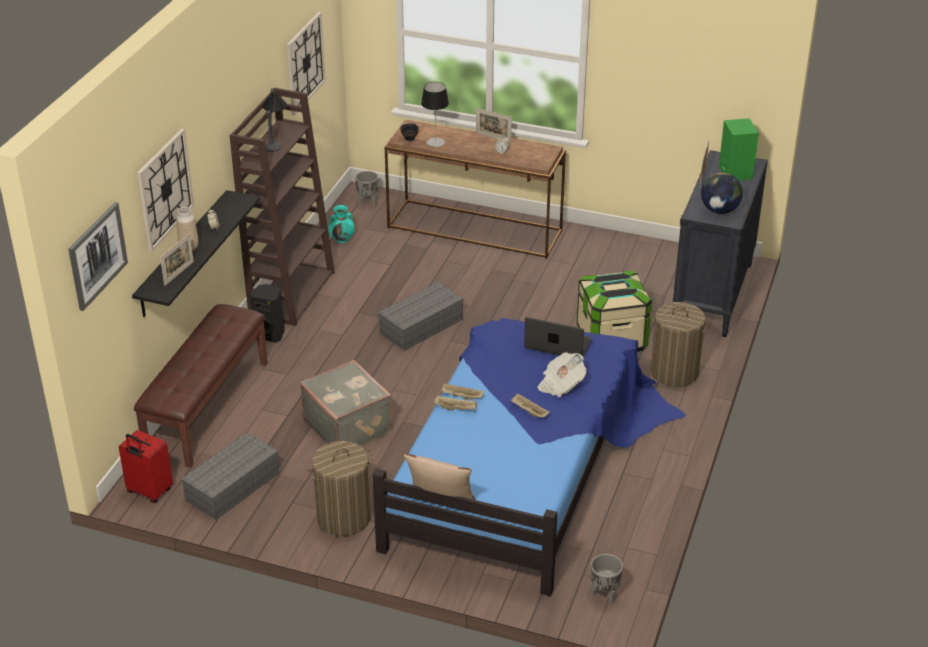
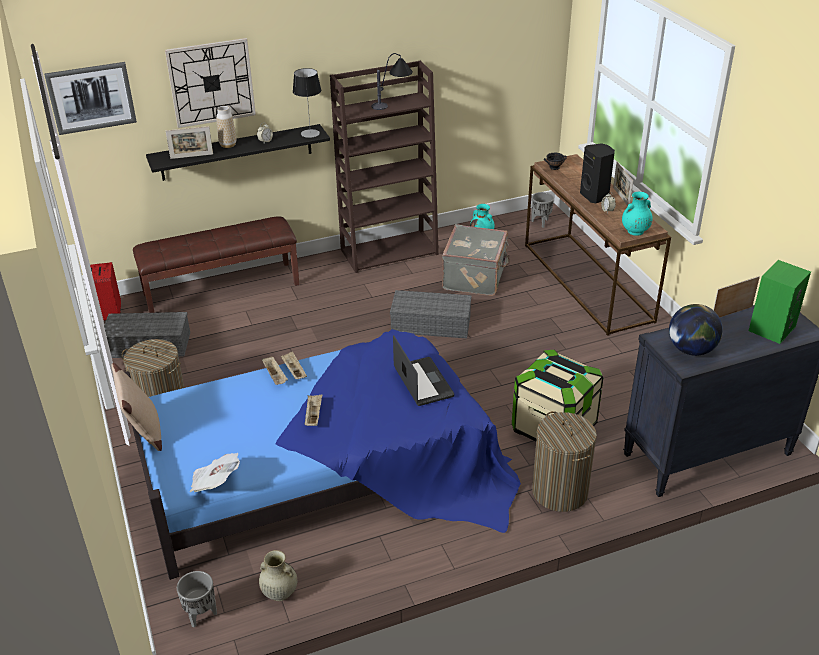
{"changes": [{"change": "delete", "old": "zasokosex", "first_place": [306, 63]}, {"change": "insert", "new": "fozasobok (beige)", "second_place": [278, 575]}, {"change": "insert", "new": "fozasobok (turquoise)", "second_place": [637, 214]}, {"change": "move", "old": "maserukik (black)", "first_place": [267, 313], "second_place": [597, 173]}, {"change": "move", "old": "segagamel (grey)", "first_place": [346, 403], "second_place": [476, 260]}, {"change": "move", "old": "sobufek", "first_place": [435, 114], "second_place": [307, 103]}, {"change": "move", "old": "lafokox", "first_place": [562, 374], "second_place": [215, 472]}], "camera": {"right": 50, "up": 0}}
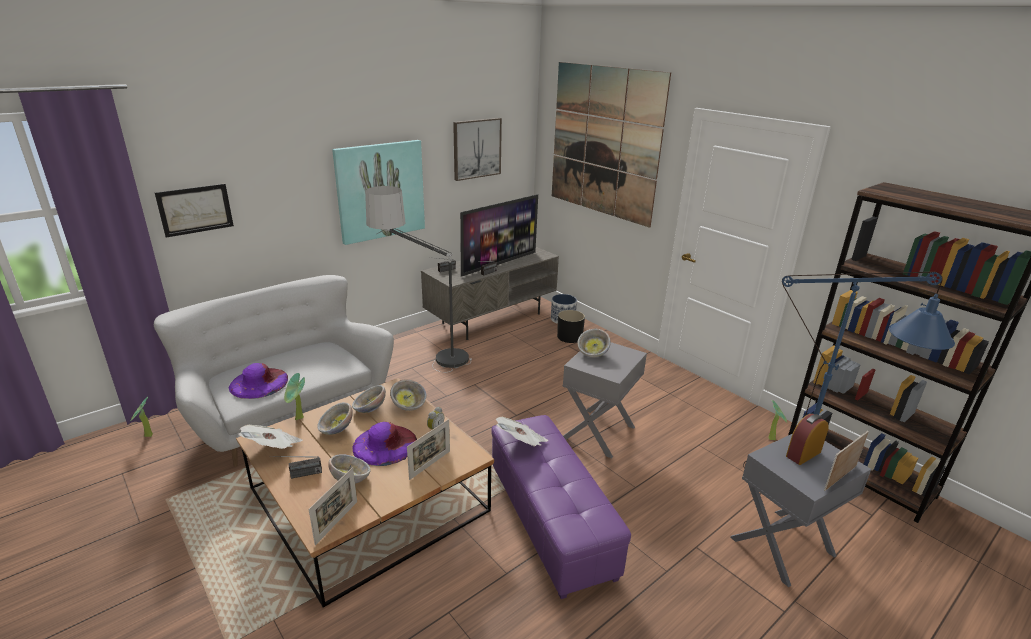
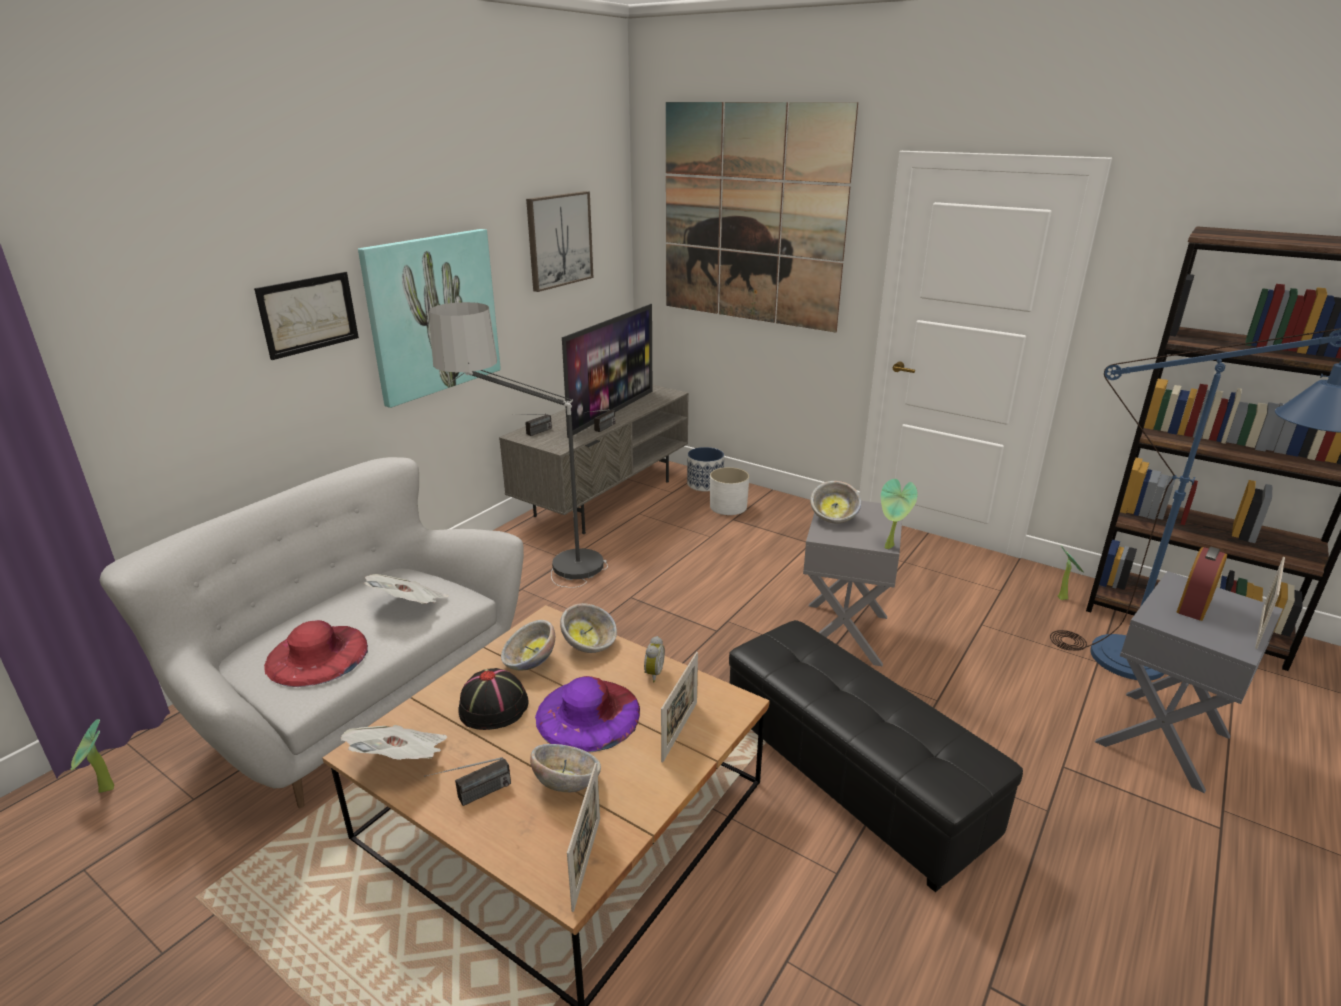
{"changes": [{"change": "move", "old": "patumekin", "first_place": [194, 211], "second_place": [306, 316]}, {"change": "move", "old": "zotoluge", "first_place": [294, 396], "second_place": [899, 514]}, {"change": "move", "old": "lafokox", "first_place": [522, 431], "second_place": [406, 589]}, {"change": "replace", "old": "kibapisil", "new": "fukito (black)", "first_place": [335, 418], "second_place": [493, 699]}, {"change": "recolor", "old": "fukito (purple)", "new": "fukito (red)", "first_place": [258, 381], "second_place": [316, 653]}, {"change": "recolor", "old": "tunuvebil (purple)", "new": "tunuvebil (black)", "first_place": [561, 507], "second_place": [876, 756]}, {"change": "recolor", "old": "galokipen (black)", "new": "galokipen (white)", "first_place": [571, 326], "second_place": [729, 491]}], "camera": {"right": -15, "up": 0}}
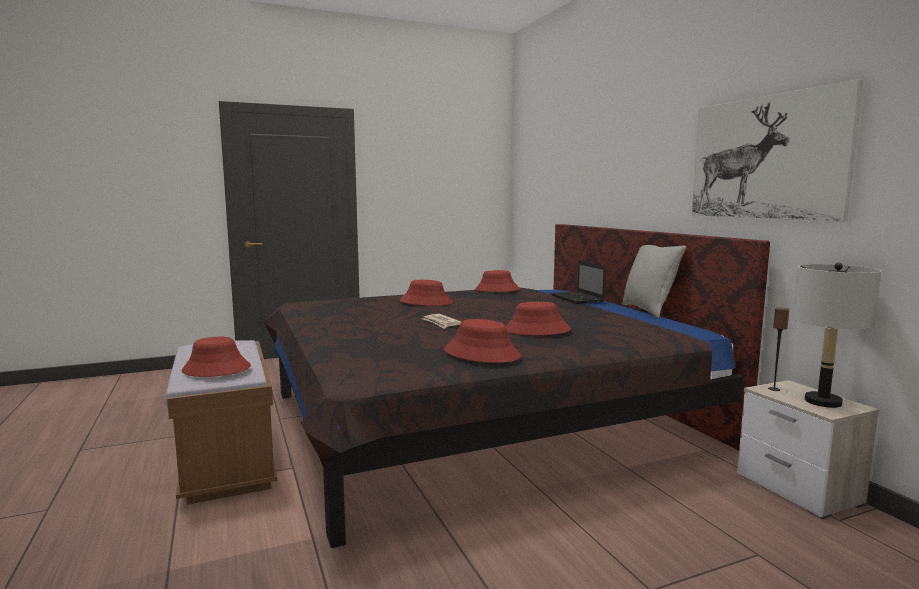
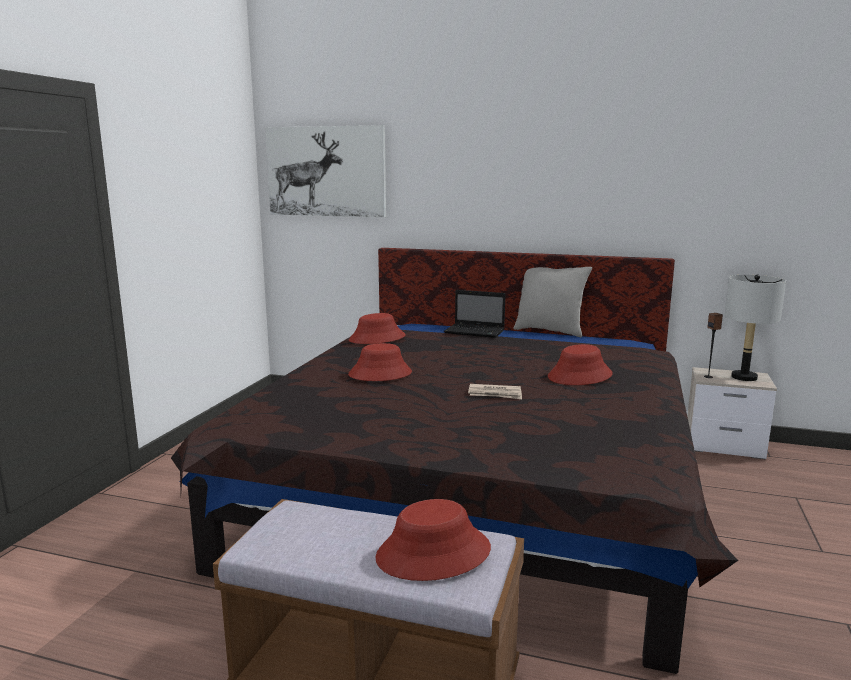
{"changes": [{"change": "delete", "old": "fukito (red)", "first_place": [482, 341]}, {"change": "move", "old": "patumekin", "first_place": [777, 150], "second_place": [325, 171]}], "camera": {"right": -50, "up": 5}}
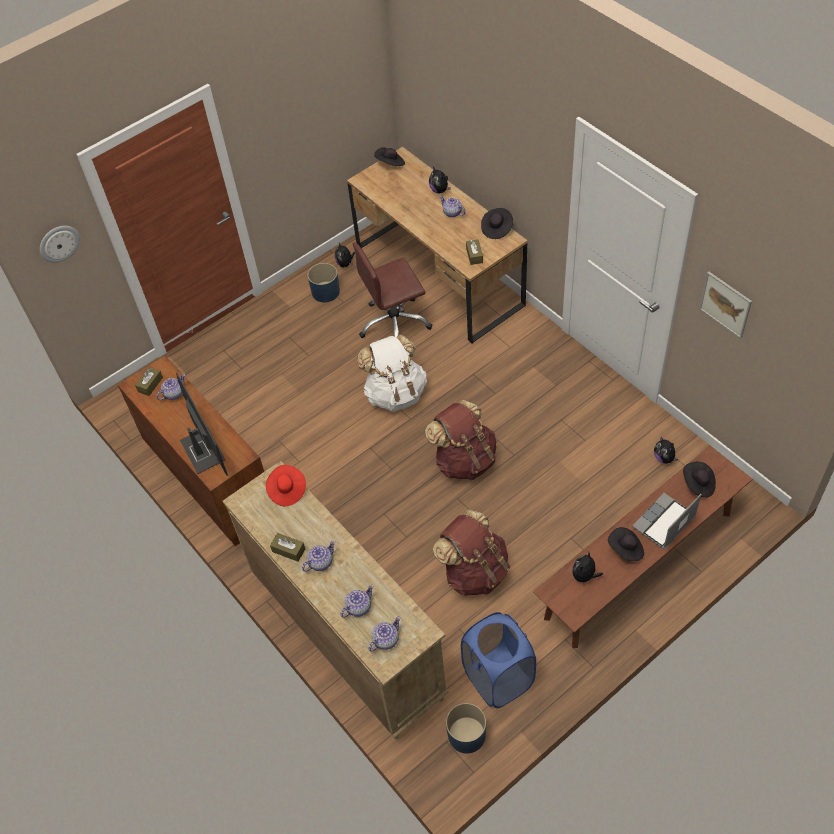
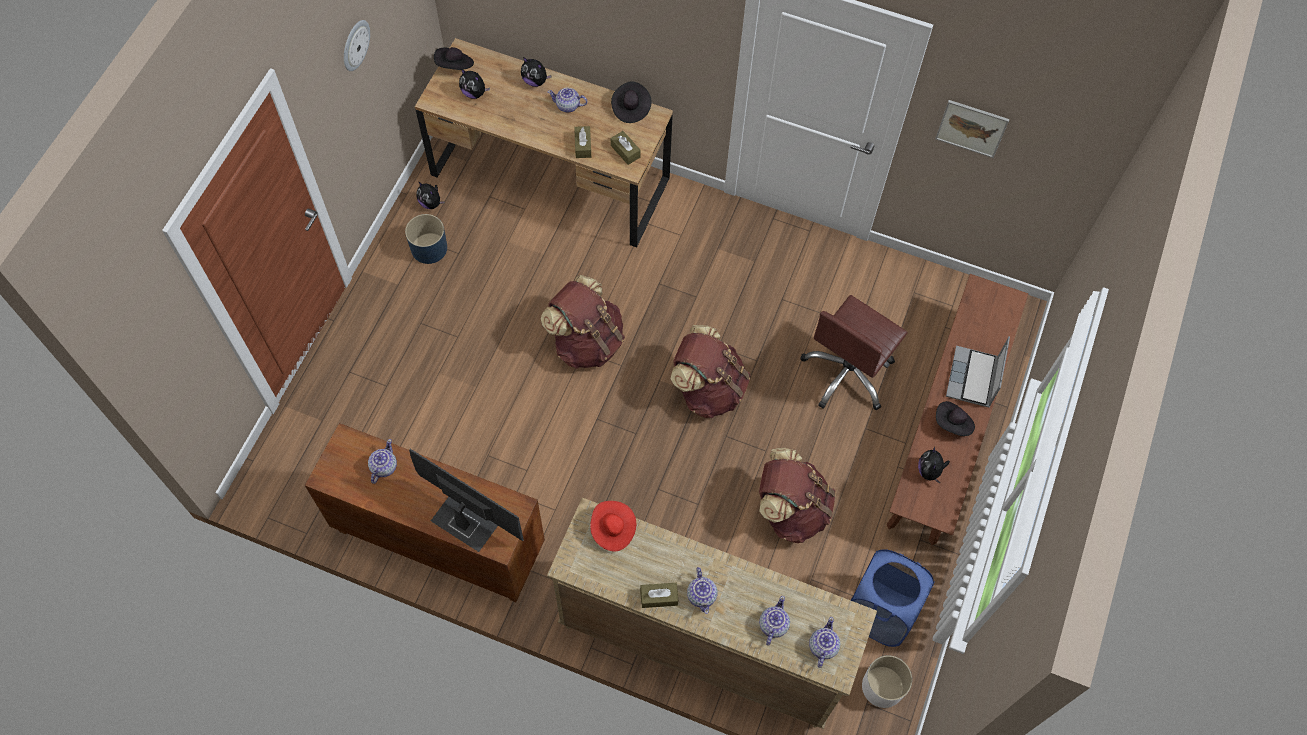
{"changes": [{"change": "delete", "old": "fukito (black)", "first_place": [699, 480]}, {"change": "move", "old": "zasokosex", "first_place": [60, 244], "second_place": [357, 45]}, {"change": "move", "old": "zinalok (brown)", "first_place": [149, 381], "second_place": [582, 142]}, {"change": "move", "old": "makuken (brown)", "first_place": [392, 290], "second_place": [854, 352]}, {"change": "move", "old": "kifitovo", "first_place": [666, 450], "second_place": [474, 84]}, {"change": "recolor", "old": "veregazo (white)", "new": "veregazo (brown)", "first_place": [392, 373], "second_place": [583, 322]}, {"change": "recolor", "old": "galokipen (blue)", "new": "galokipen (white)", "first_place": [466, 728], "second_place": [887, 681]}, {"change": "rotate", "old": "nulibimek", "first_place": [318, 556], "second_place": [702, 590], "degrees": 150}], "camera": {"right": -35, "up": 10}}
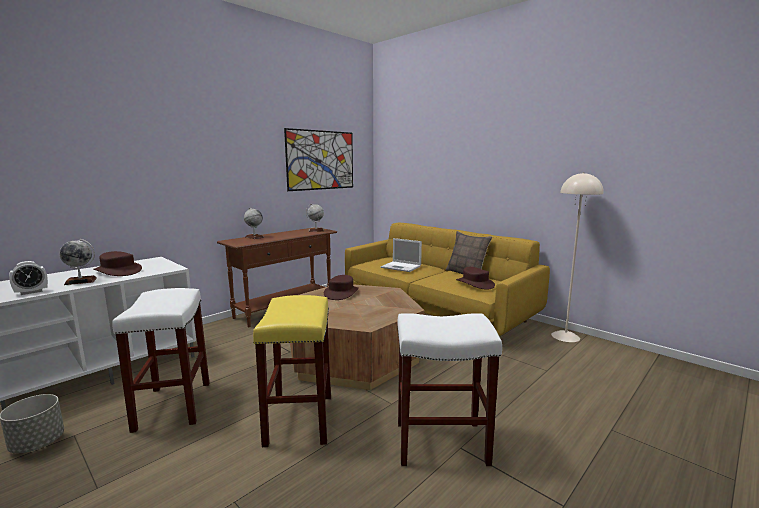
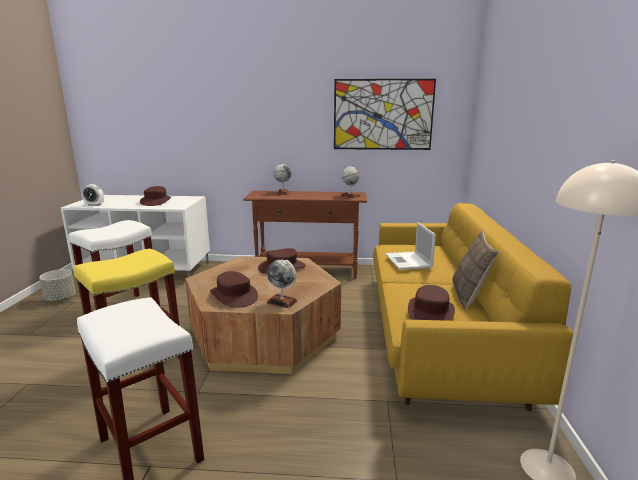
{"changes": [{"change": "insert", "new": "fukito (brown)", "second_place": [234, 289]}, {"change": "move", "old": "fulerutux", "first_place": [78, 262], "second_place": [282, 284]}], "camera": {"right": 50, "up": 5}}
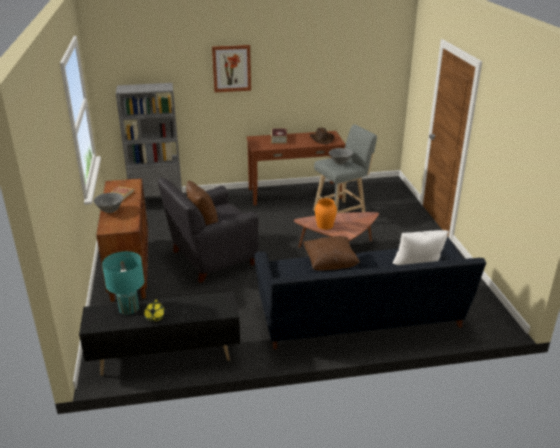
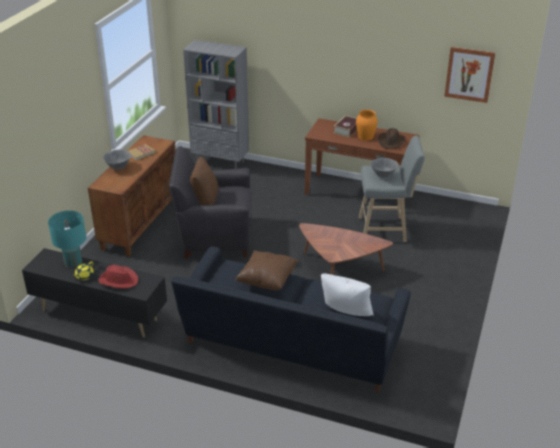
{"changes": [{"change": "insert", "new": "fukito (red)", "second_place": [118, 277]}, {"change": "move", "old": "patumekin", "first_place": [231, 68], "second_place": [469, 75]}, {"change": "move", "old": "fozasobok (orange)", "first_place": [326, 214], "second_place": [367, 125]}], "camera": {"right": 30, "up": 5}}
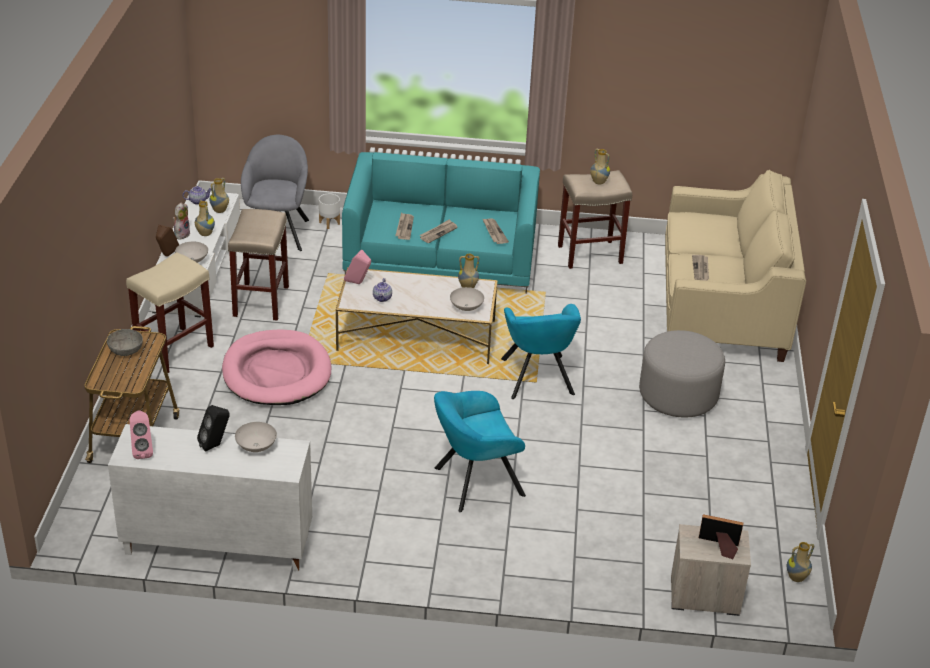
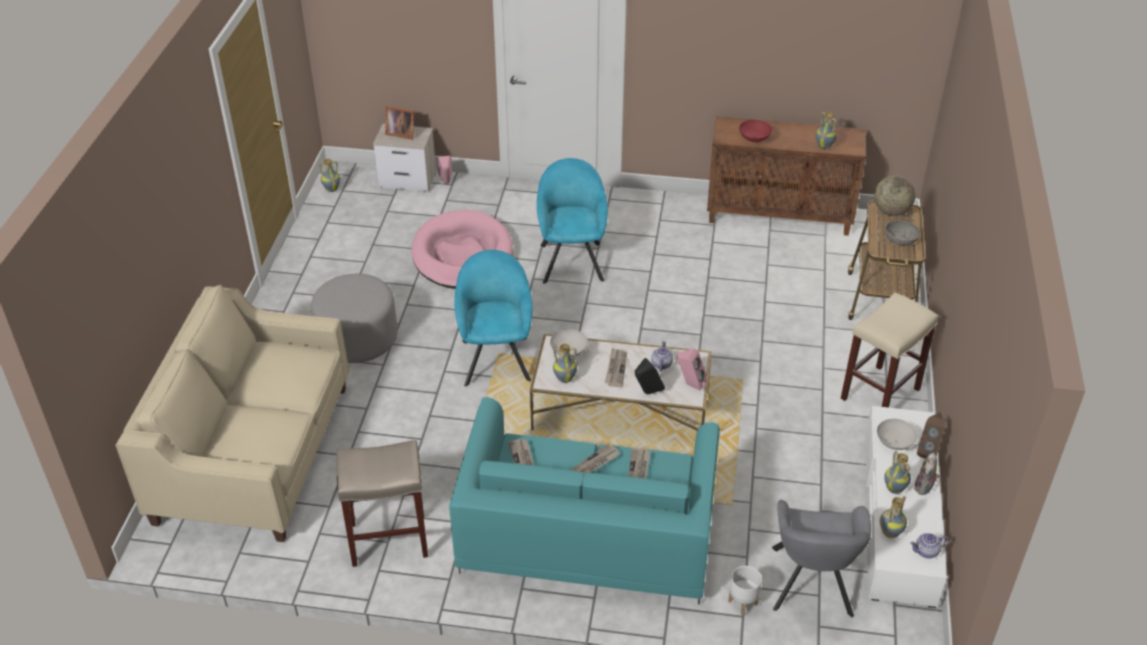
{"changes": [{"change": "delete", "old": "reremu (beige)", "first_place": [258, 265]}, {"change": "insert", "new": "fulerutux", "second_place": [894, 195]}, {"change": "move", "old": "maserukik (pink)", "first_place": [141, 434], "second_place": [444, 170]}, {"change": "move", "old": "maserukik (black)", "first_place": [213, 428], "second_place": [650, 376]}, {"change": "move", "old": "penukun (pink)", "first_place": [277, 367], "second_place": [462, 249]}, {"change": "move", "old": "fozasobok", "first_place": [600, 167], "second_place": [826, 130]}, {"change": "move", "old": "lafokox", "first_place": [700, 268], "second_place": [616, 367]}, {"change": "recolor", "old": "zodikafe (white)", "new": "zodikafe (brown)", "first_place": [210, 497], "second_place": [786, 176]}, {"change": "recolor", "old": "kibapisil (white)", "new": "kibapisil (red)", "first_place": [256, 437], "second_place": [755, 131]}, {"change": "rotate", "old": "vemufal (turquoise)", "first_place": [480, 451], "second_place": [572, 221], "degrees": -75}], "camera": {"right": -175, "up": 5}}
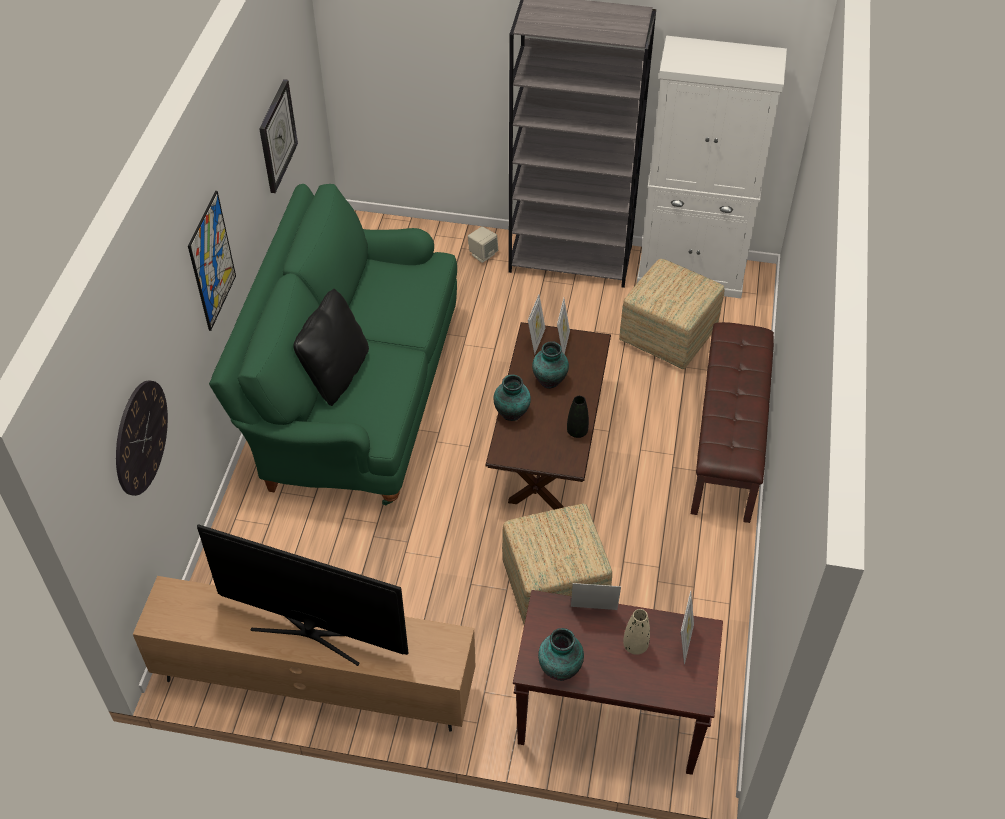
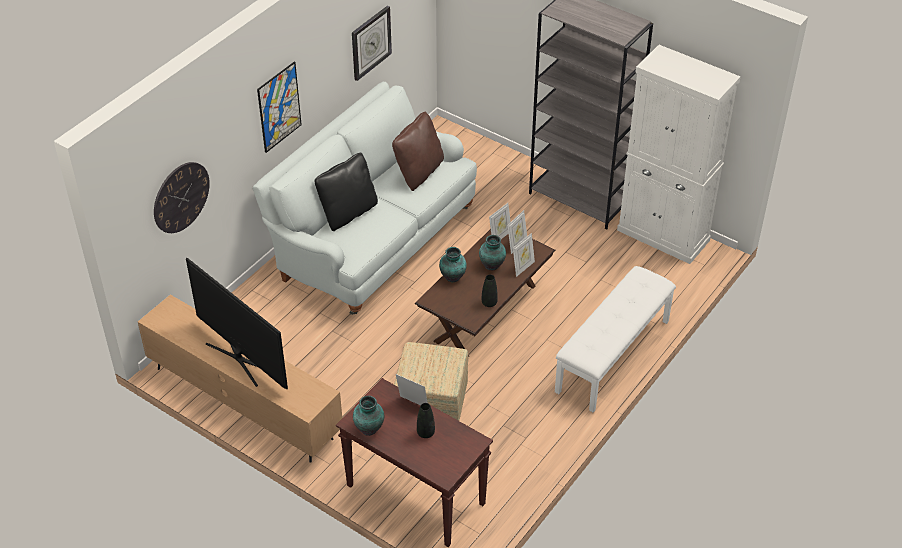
{"changes": [{"change": "delete", "old": "maserukik (beige)", "first_place": [483, 244]}, {"change": "delete", "old": "tunuvebil", "first_place": [671, 314]}, {"change": "insert", "new": "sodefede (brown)", "second_place": [418, 151]}, {"change": "move", "old": "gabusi", "first_place": [687, 628], "second_place": [524, 255]}, {"change": "recolor", "old": "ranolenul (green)", "new": "ranolenul (white)", "first_place": [333, 344], "second_place": [365, 198]}, {"change": "recolor", "old": "fozasobok (beige)", "new": "fozasobok (black)", "first_place": [636, 632], "second_place": [426, 420]}, {"change": "recolor", "old": "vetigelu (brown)", "new": "vetigelu (white)", "first_place": [732, 422], "second_place": [615, 339]}], "camera": {"right": 25, "up": -5}}
